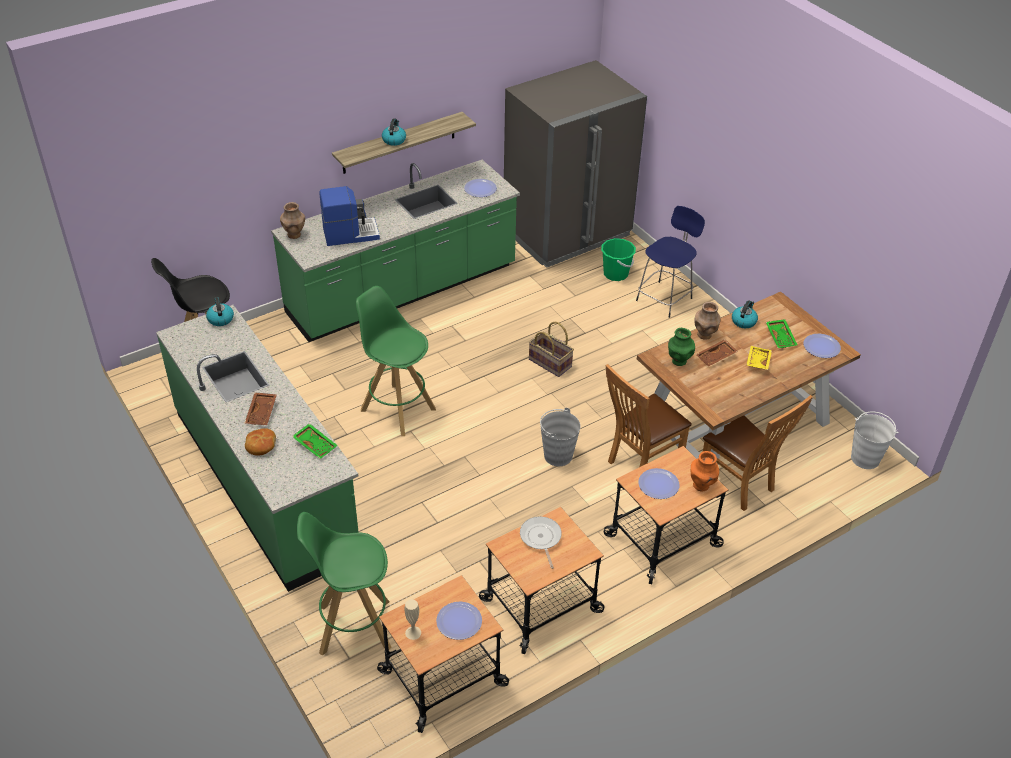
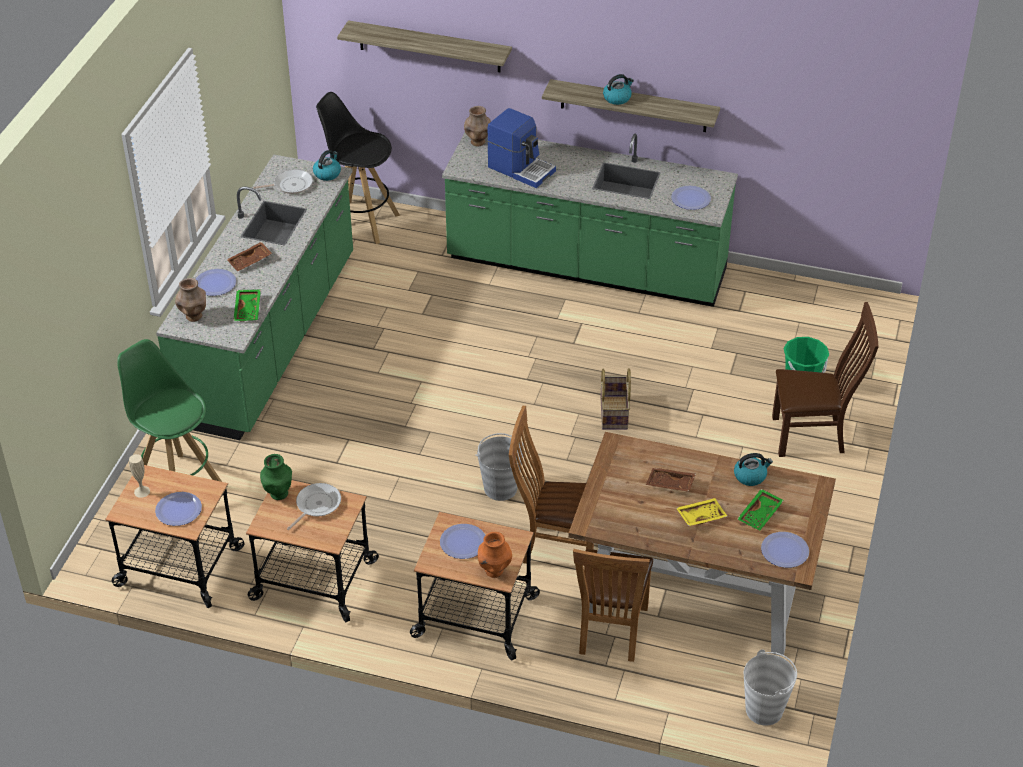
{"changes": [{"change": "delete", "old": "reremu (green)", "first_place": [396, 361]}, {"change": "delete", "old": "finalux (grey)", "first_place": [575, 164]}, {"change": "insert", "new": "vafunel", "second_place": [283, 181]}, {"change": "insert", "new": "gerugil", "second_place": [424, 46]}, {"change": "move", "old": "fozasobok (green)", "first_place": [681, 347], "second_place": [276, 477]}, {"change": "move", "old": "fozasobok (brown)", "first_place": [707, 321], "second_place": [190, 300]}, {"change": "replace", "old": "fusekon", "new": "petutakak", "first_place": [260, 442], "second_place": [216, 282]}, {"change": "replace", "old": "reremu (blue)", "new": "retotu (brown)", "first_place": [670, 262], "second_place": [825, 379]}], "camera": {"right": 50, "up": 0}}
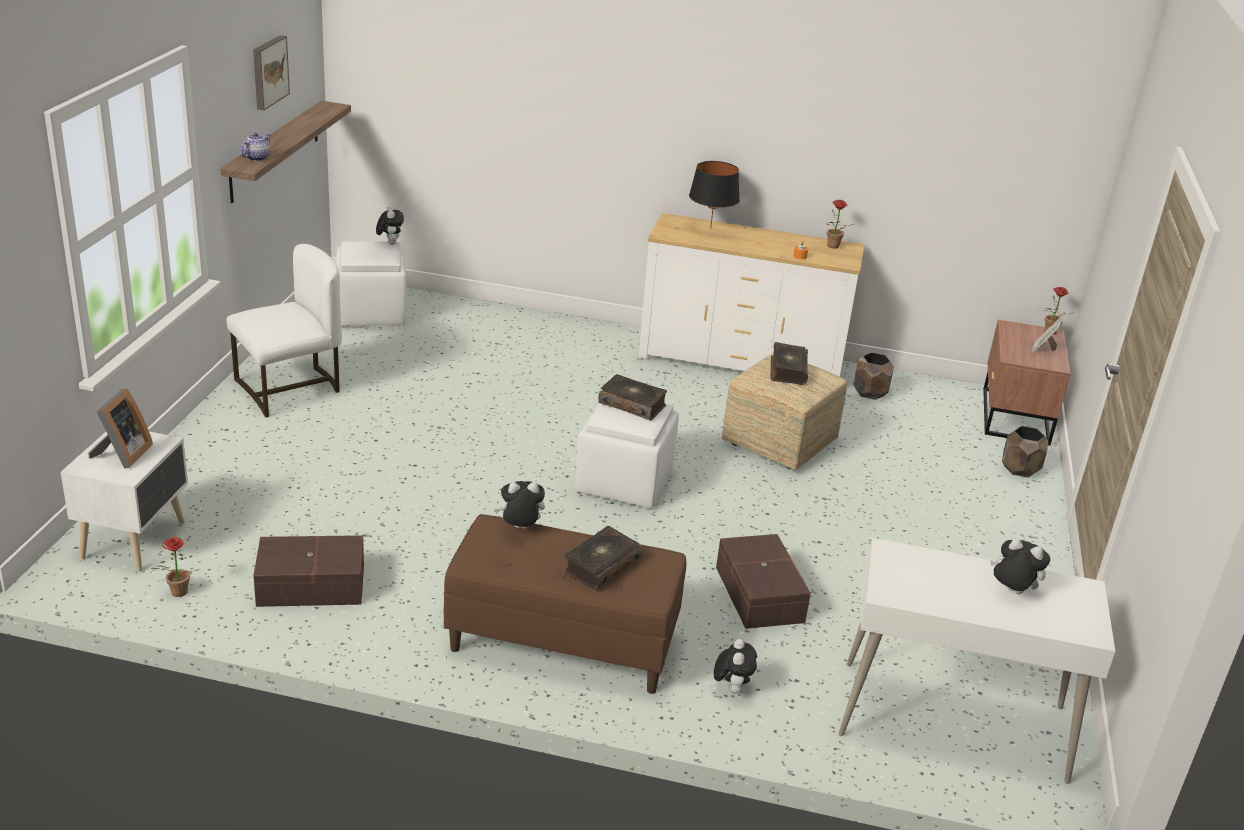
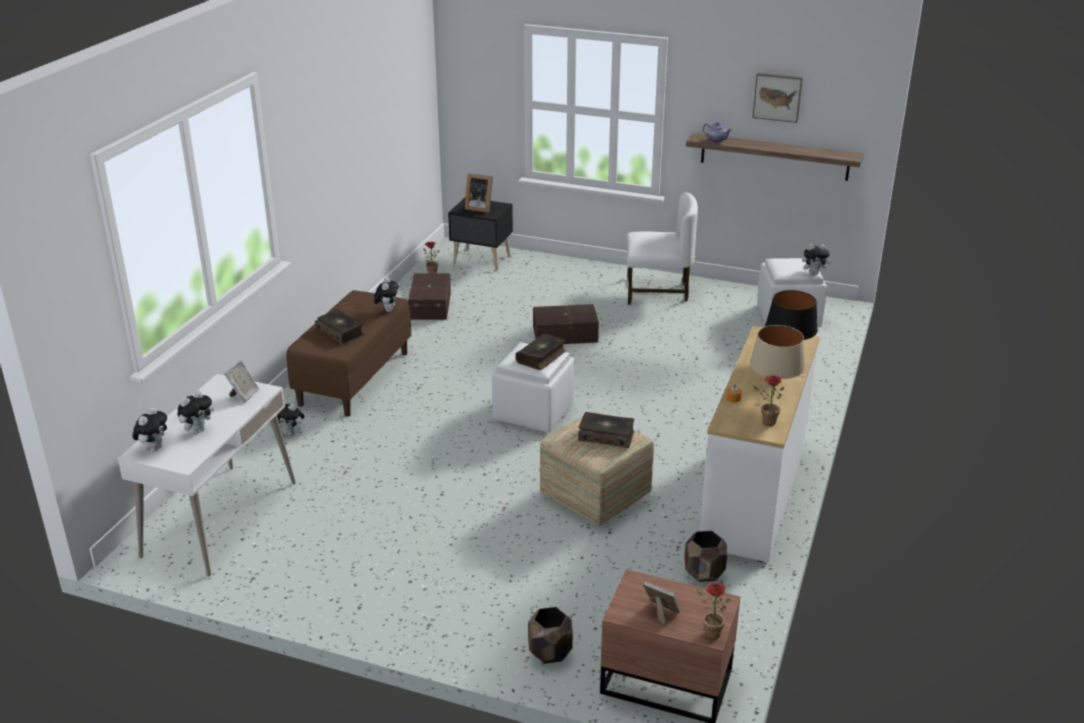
{"changes": [{"change": "insert", "new": "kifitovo", "second_place": [150, 429]}, {"change": "insert", "new": "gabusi", "second_place": [241, 381]}, {"change": "insert", "new": "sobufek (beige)", "second_place": [777, 360]}, {"change": "move", "old": "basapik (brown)", "first_place": [763, 581], "second_place": [566, 324]}, {"change": "recolor", "old": "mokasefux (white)", "new": "mokasefux (black)", "first_place": [124, 501], "second_place": [480, 234]}, {"change": "rotate", "old": "retotu (white)", "first_place": [284, 331], "second_place": [662, 249], "degrees": -60}], "camera": {"right": 100, "up": 0}}
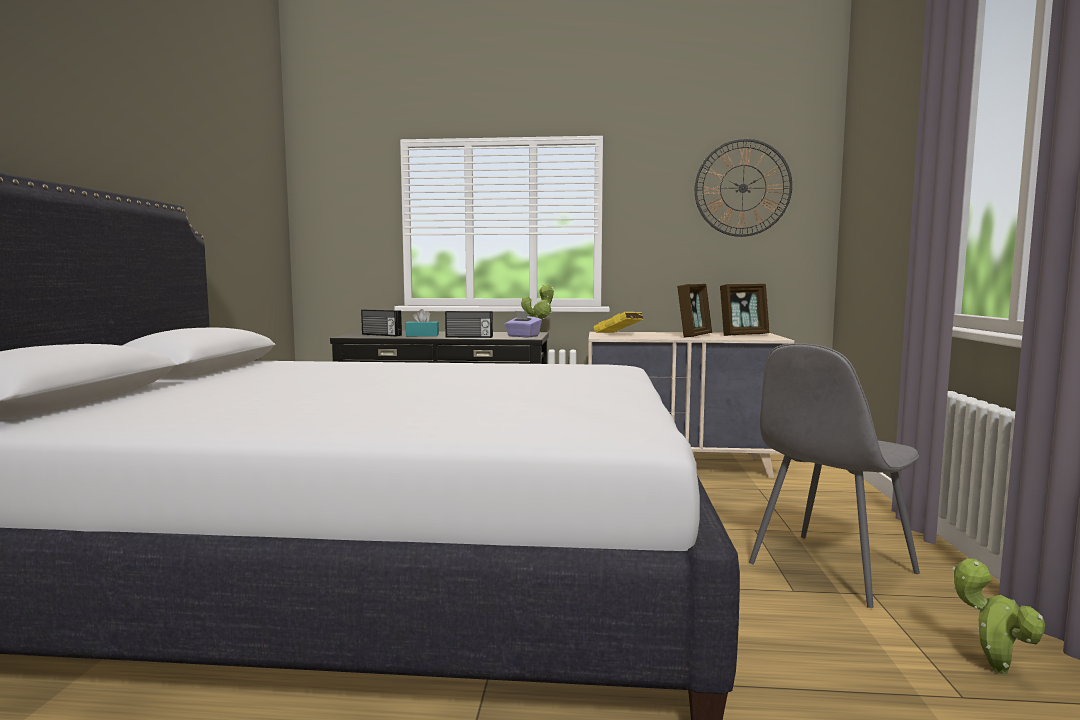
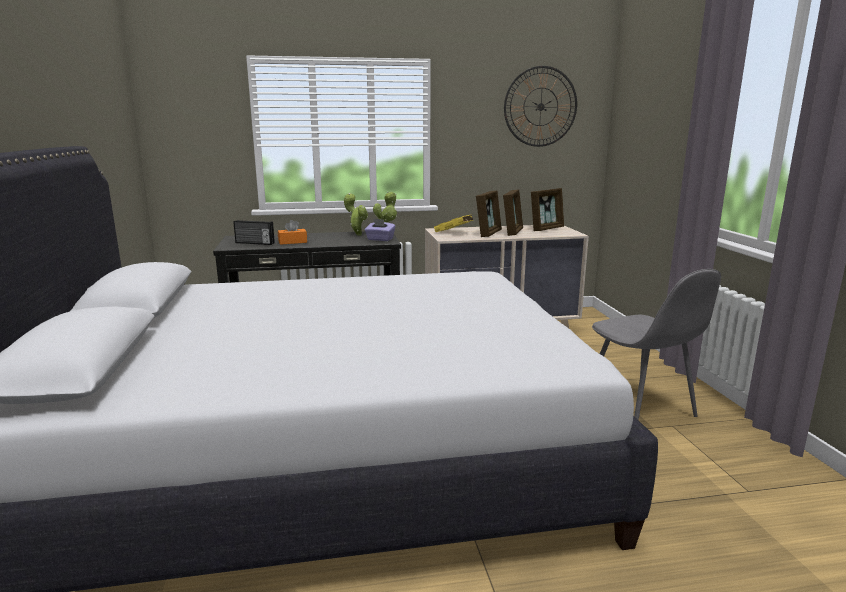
{"changes": [{"change": "delete", "old": "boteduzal", "first_place": [469, 324]}, {"change": "insert", "new": "gabusi", "second_place": [489, 214]}, {"change": "move", "old": "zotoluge", "first_place": [998, 616], "second_place": [356, 214]}, {"change": "recolor", "old": "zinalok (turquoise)", "new": "zinalok (orange)", "first_place": [422, 322], "second_place": [292, 232]}, {"change": "rotate", "old": "retotu (grey)", "first_place": [834, 475], "second_place": [656, 344], "degrees": -60}], "camera": {"right": -15, "up": 10}}
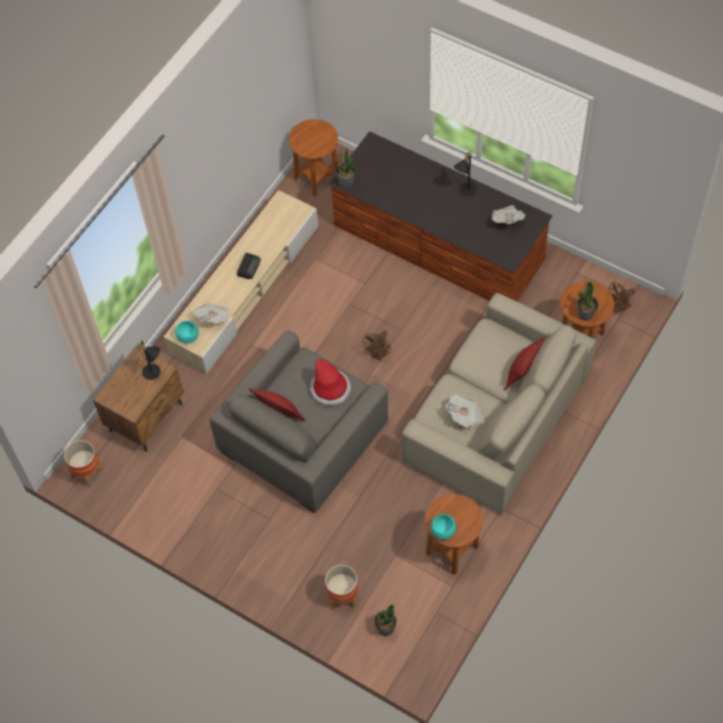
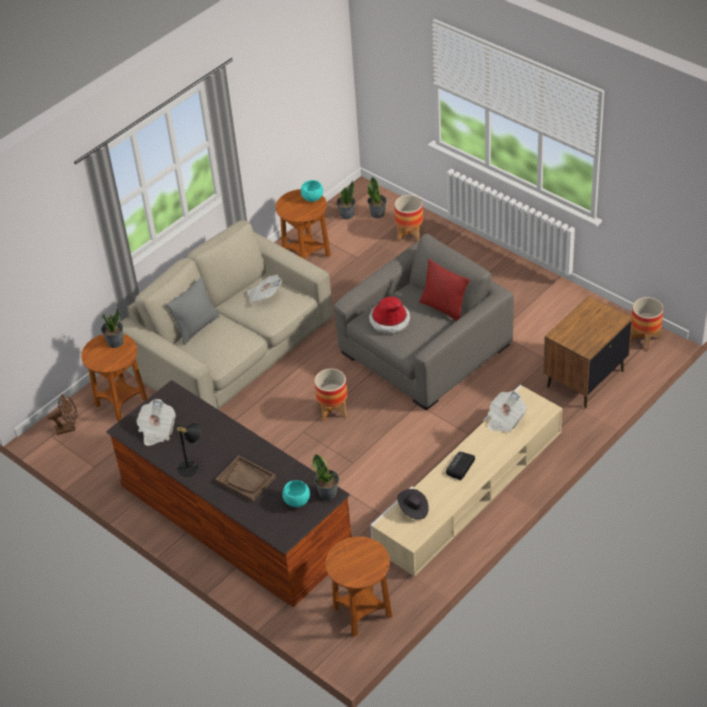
{"changes": [{"change": "delete", "old": "sobufek (black)", "first_place": [148, 360]}, {"change": "insert", "new": "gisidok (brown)", "second_place": [245, 478]}, {"change": "insert", "new": "zotoluge", "second_place": [345, 200]}, {"change": "insert", "new": "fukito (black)", "second_place": [413, 504]}, {"change": "move", "old": "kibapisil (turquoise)", "first_place": [187, 332], "second_place": [296, 493]}, {"change": "replace", "old": "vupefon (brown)", "new": "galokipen", "first_place": [377, 345], "second_place": [330, 395]}, {"change": "recolor", "old": "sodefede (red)", "new": "sodefede (grey)", "first_place": [525, 362], "second_place": [193, 311]}], "camera": {"right": -170, "up": -15}}
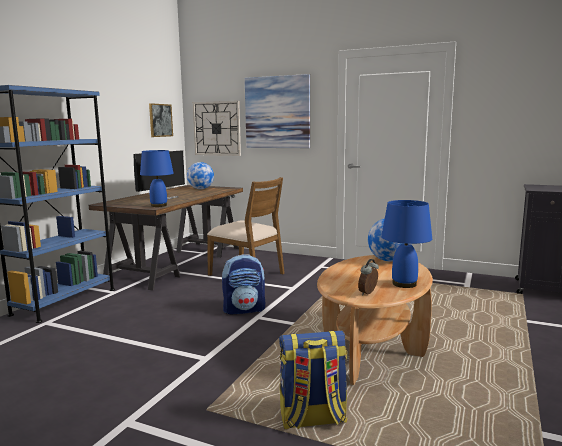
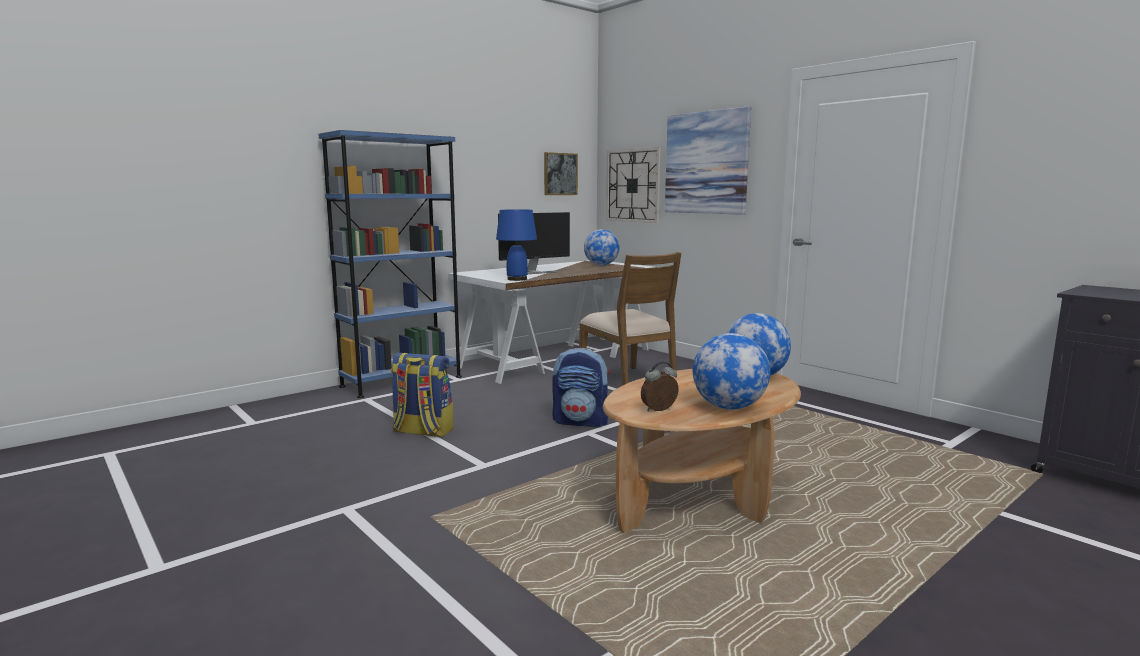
{"changes": [{"change": "move", "old": "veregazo", "first_place": [313, 380], "second_place": [422, 395]}, {"change": "replace", "old": "sobufek (blue)", "new": "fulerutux", "first_place": [406, 244], "second_place": [731, 371]}, {"change": "recolor", "old": "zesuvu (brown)", "new": "zesuvu (white)", "first_place": [166, 238], "second_place": [552, 322]}], "camera": {"right": 25, "up": 0}}
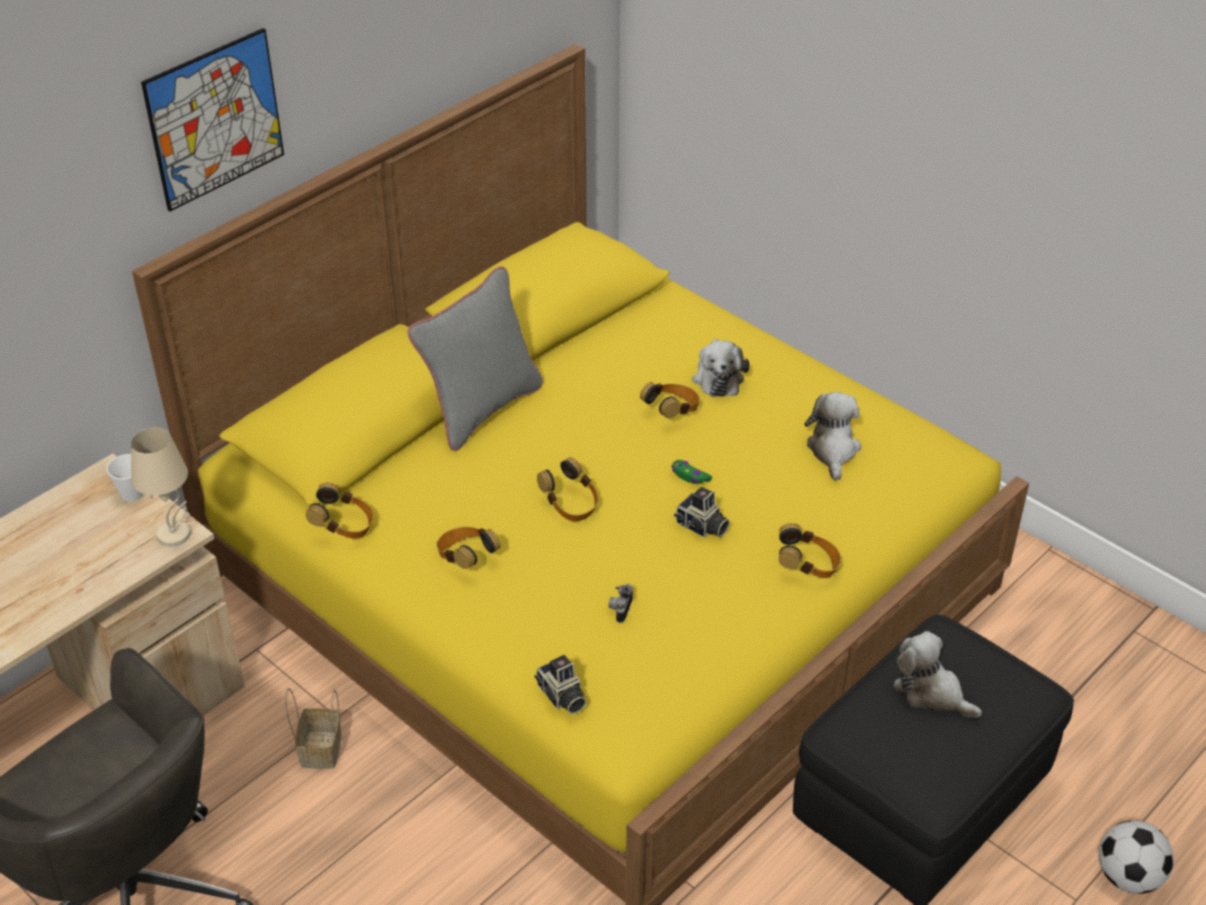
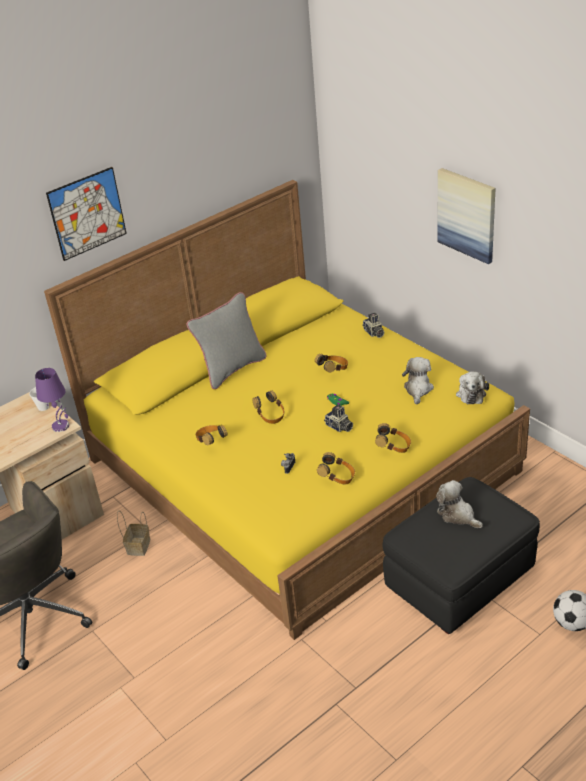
{"changes": [{"change": "insert", "new": "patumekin", "second_place": [466, 216]}, {"change": "move", "old": "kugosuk", "first_place": [340, 511], "second_place": [336, 468]}, {"change": "move", "old": "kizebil", "first_place": [560, 684], "second_place": [373, 325]}, {"change": "move", "old": "kifitovo", "first_place": [721, 367], "second_place": [472, 387]}, {"change": "recolor", "old": "sobufek (beige)", "new": "sobufek (purple)", "first_place": [161, 487], "second_place": [52, 400]}], "camera": {"right": 10, "up": -5}}
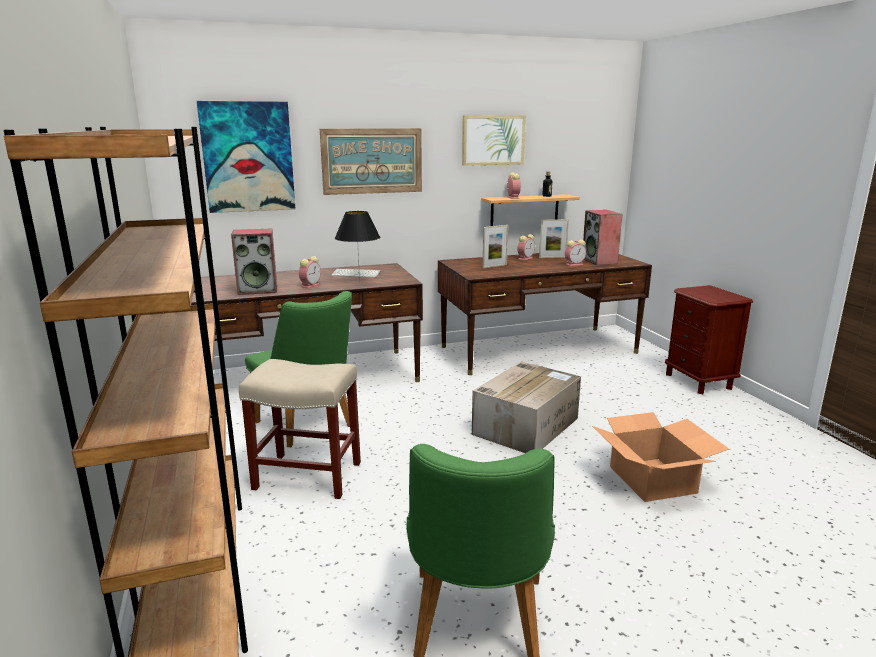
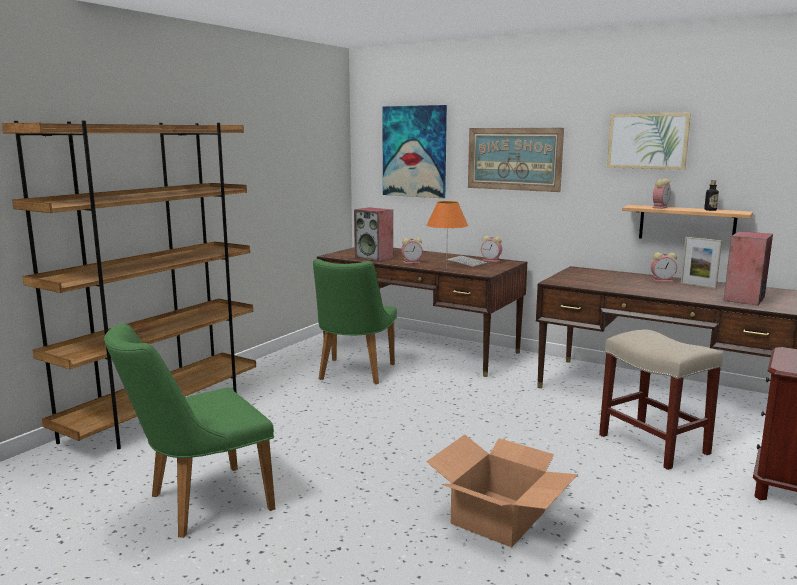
{"changes": [{"change": "delete", "old": "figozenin", "first_place": [526, 407]}, {"change": "delete", "old": "gabusi", "first_place": [495, 246]}, {"change": "move", "old": "reremu (beige)", "first_place": [300, 429], "second_place": [661, 399]}, {"change": "move", "old": "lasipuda", "first_place": [575, 253], "second_place": [491, 249]}, {"change": "recolor", "old": "sobufek (black)", "new": "sobufek (orange)", "first_place": [357, 247], "second_place": [447, 234]}], "camera": {"right": 50, "up": -5}}
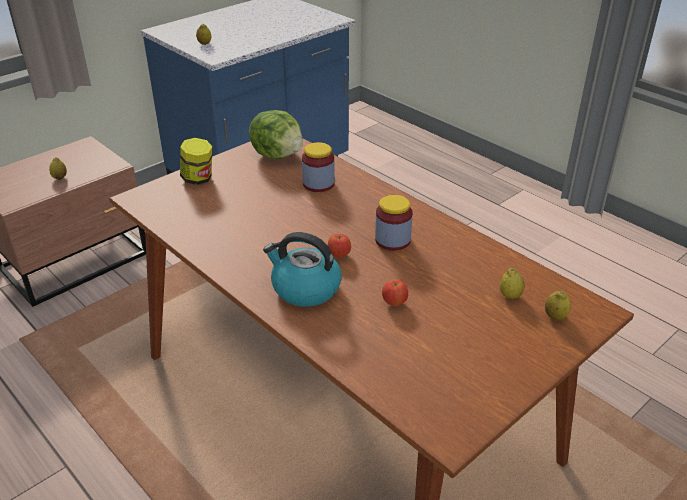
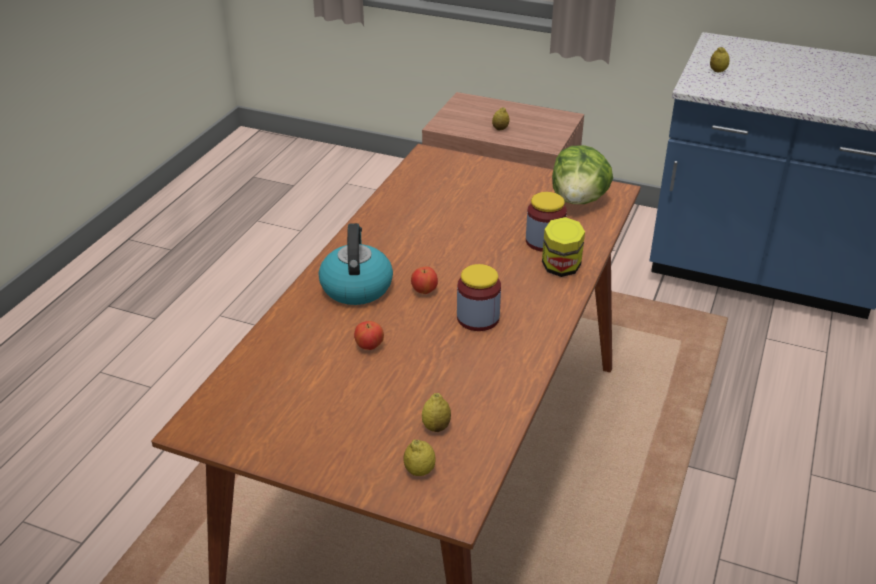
{"changes": [{"change": "move", "old": "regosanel", "first_place": [196, 161], "second_place": [563, 247]}], "camera": {"right": 65, "up": 0}}
